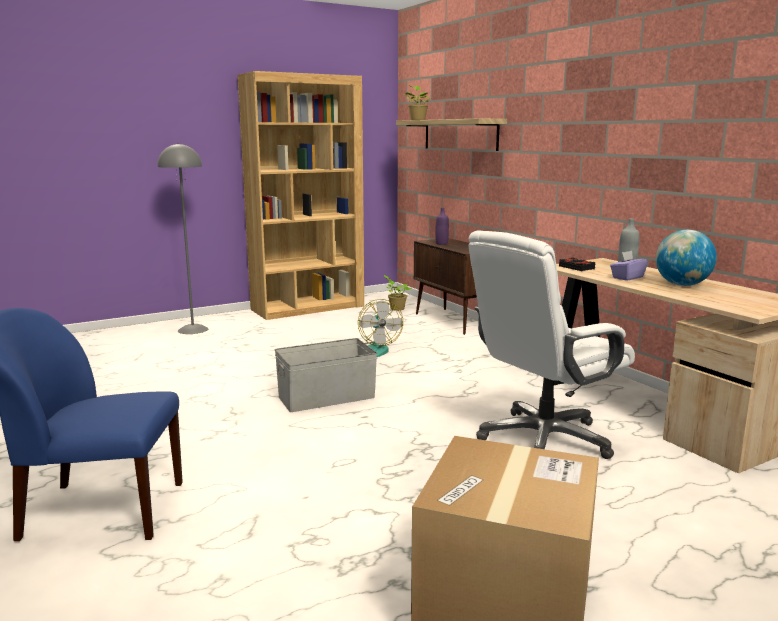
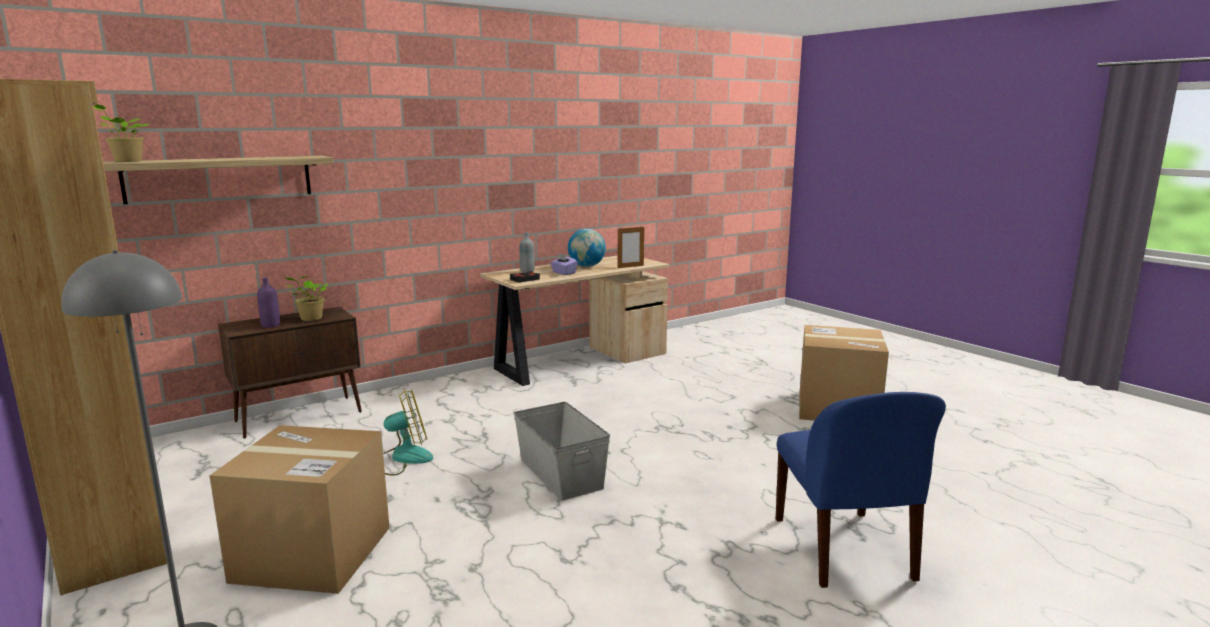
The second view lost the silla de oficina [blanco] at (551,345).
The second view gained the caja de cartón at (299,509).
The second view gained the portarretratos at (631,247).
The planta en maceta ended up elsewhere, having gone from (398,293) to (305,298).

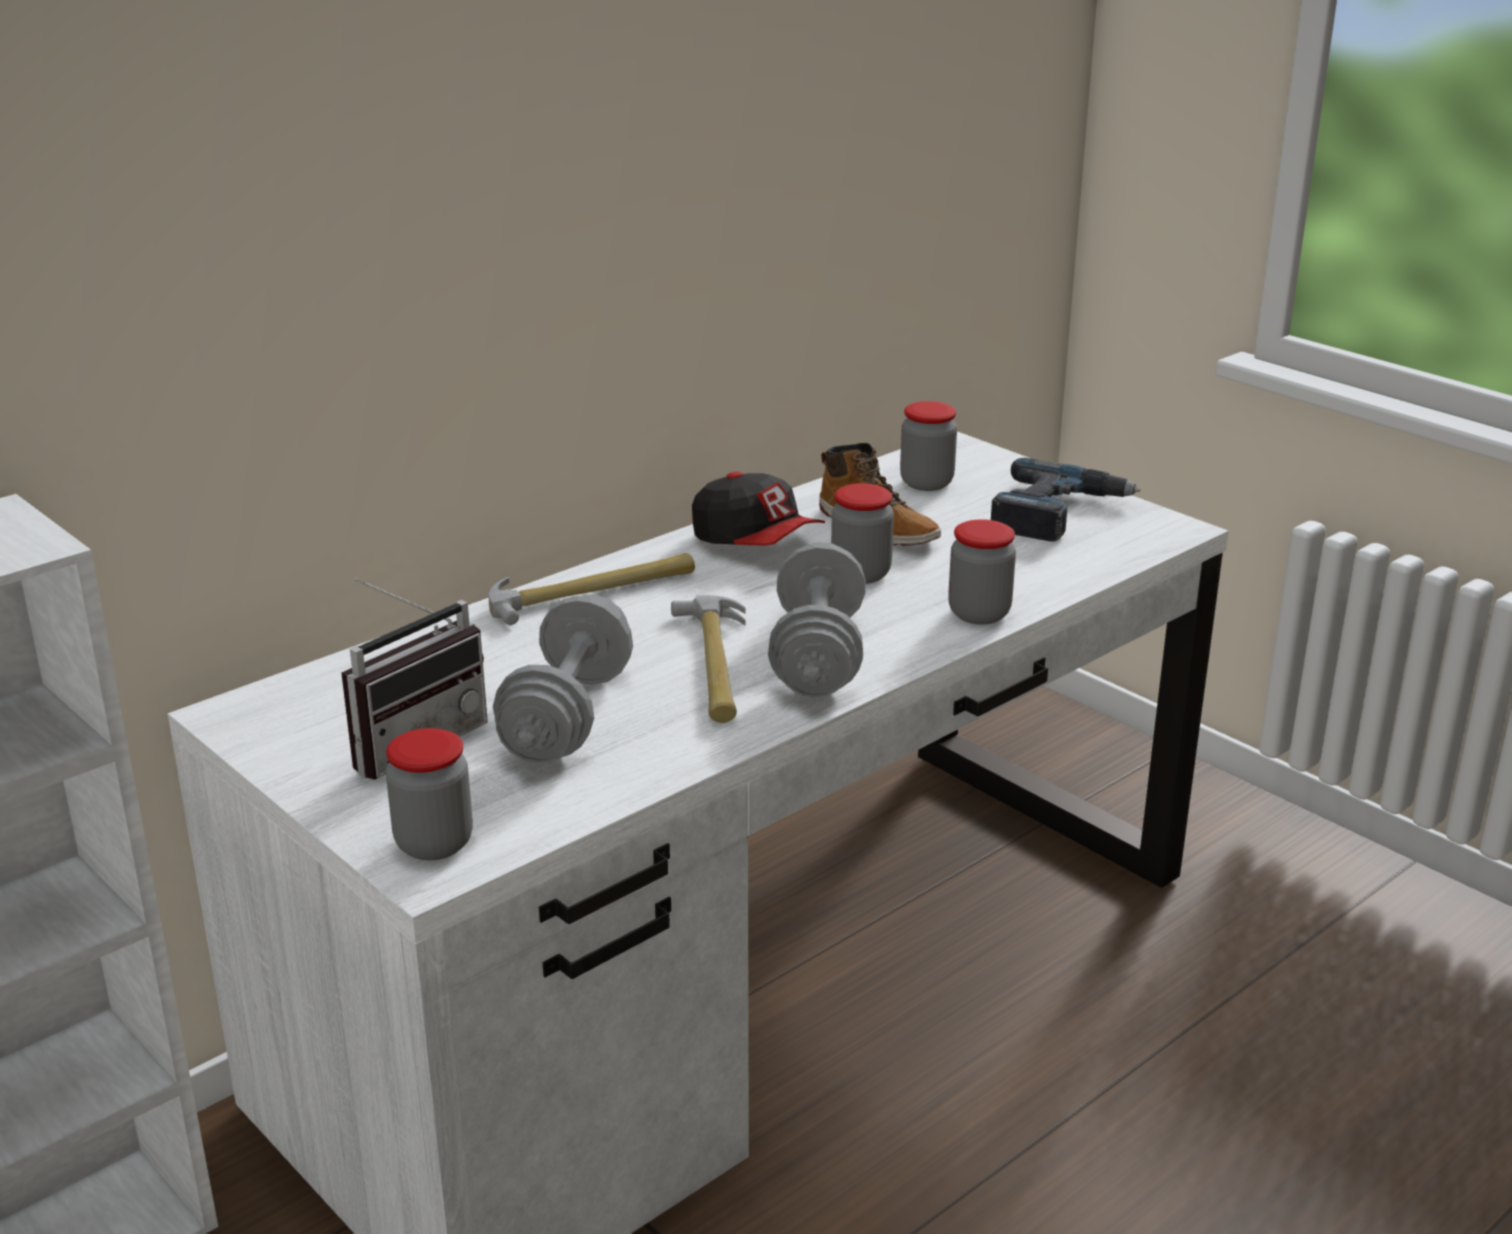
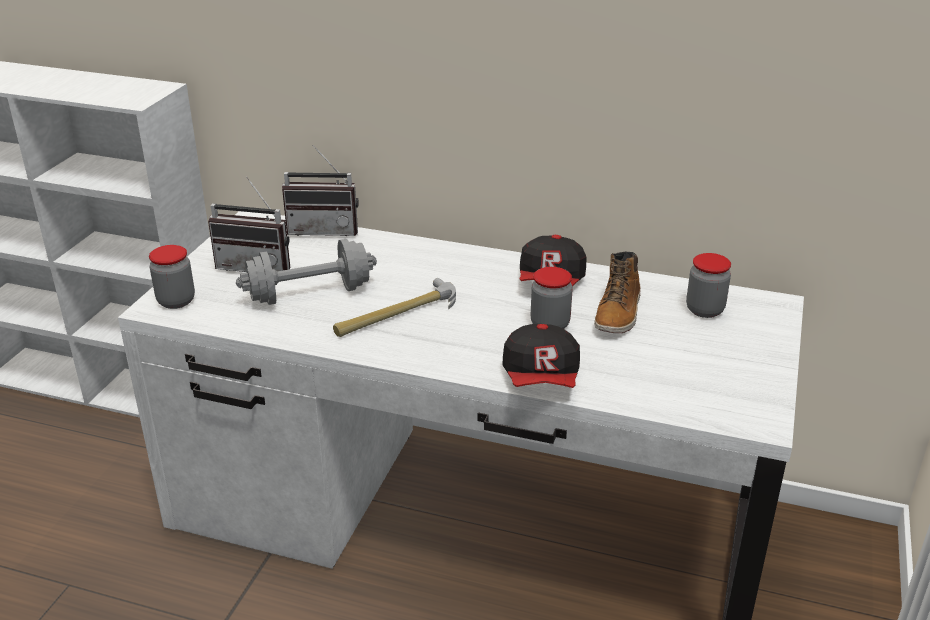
The second view lost the martillo at (592,589).
The second view lost the mancuerna [gris] at (817,619).
The second view lost the taladro at (1065,500).
The second view gained the radio at (320,190).
Where the tarro stood at (982,572), the gorra came to stand at (541,356).

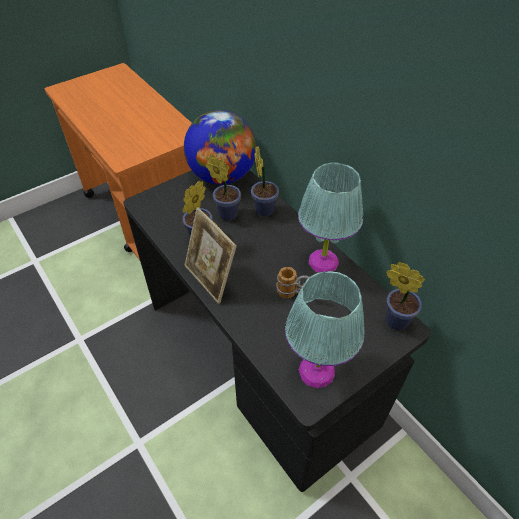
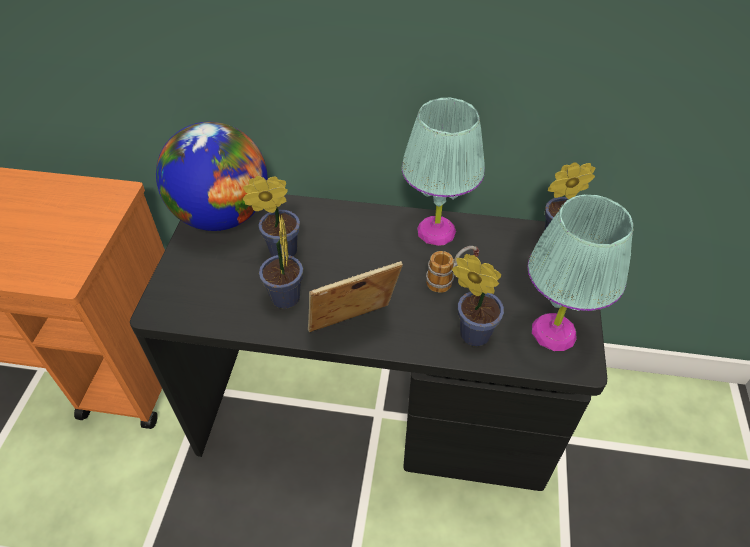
The planta en maceta ended up elsewhere, having gone from (265,181) to (478,300).
The portarretratos at (211,255) ended up facing another way, 150 degrees clockwise from before.

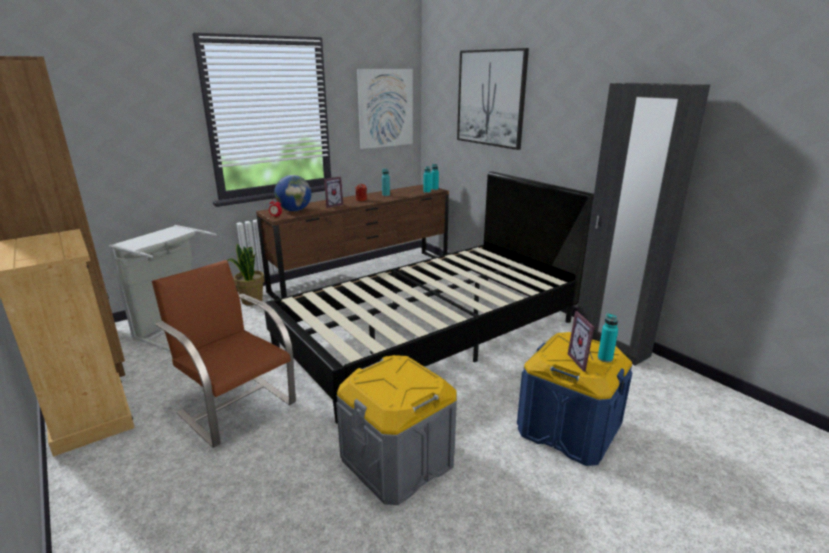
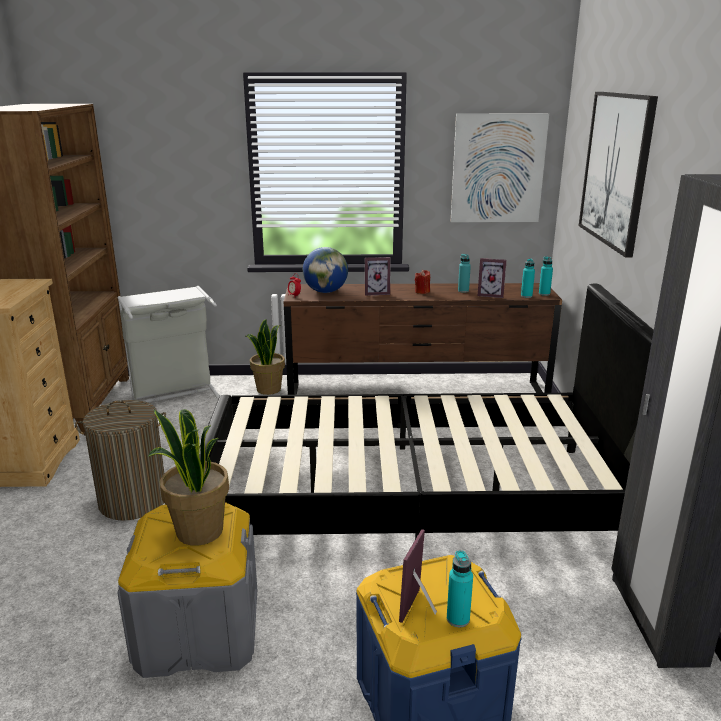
The second view gained the planta en maceta at (188,477).
The second view gained the portarretratos at (492,278).
Where the silla [marrón] stood at (224,354), the cesto de la ropa came to stand at (120,460).

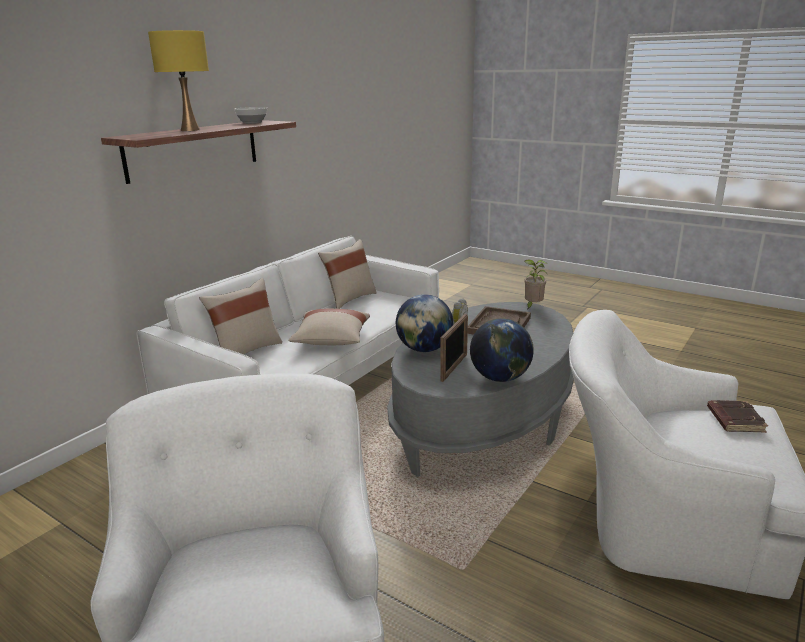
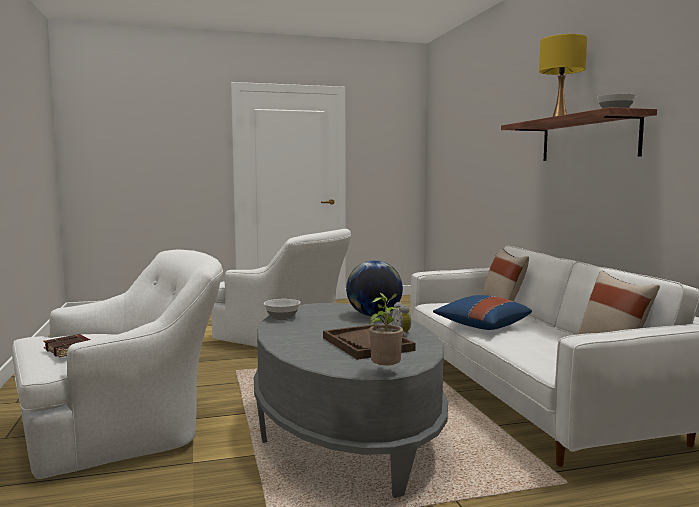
The second view lost the portarretratos at (454,348).
Where the globo terráqueo stood at (502,350), the cuenco came to stand at (282,309).
What was the cojín [beis] at (329,327) turned into the cojín [azul] at (482,312).

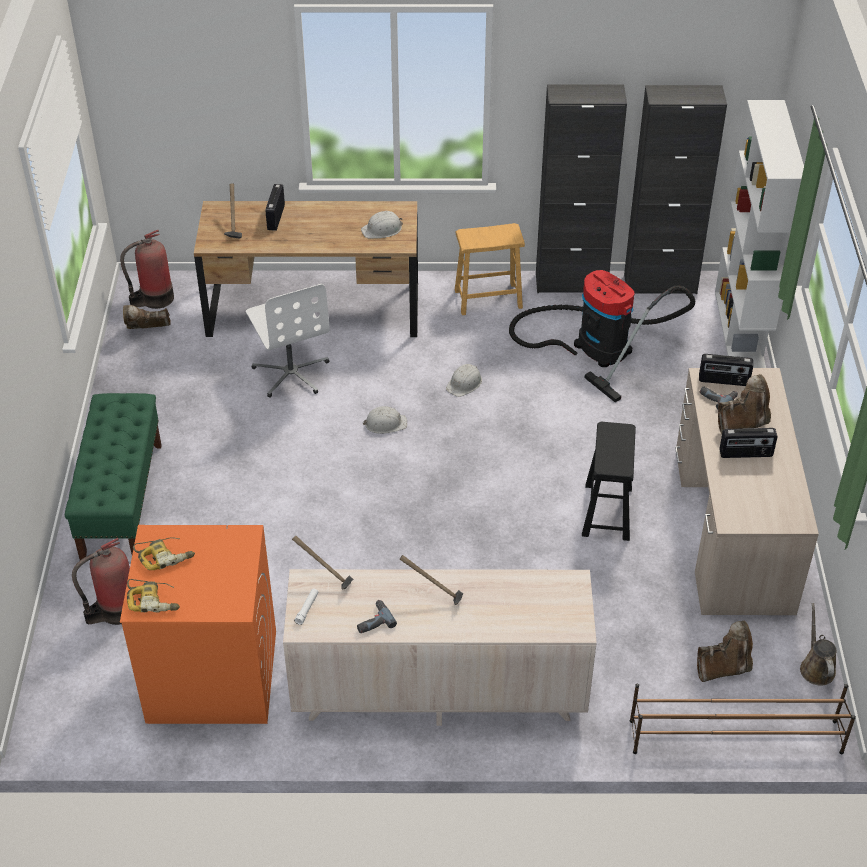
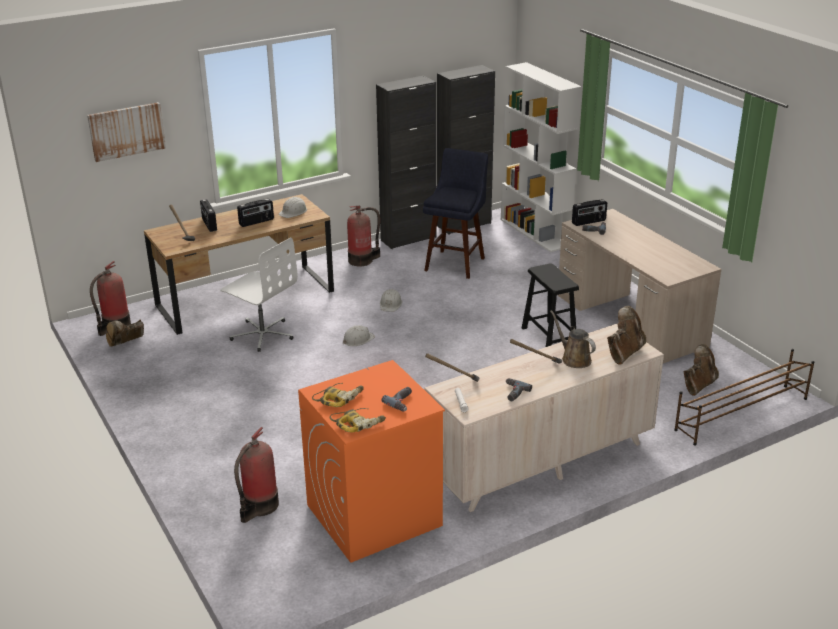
The second view lost the banco [verde] at (113,476).
The second view gained the cuadro at (126,132).
The second view gained the taladro at (397,399).
The bota [marrón] ended up elsewhere, having gone from (744,404) to (626,335).
The radio ended up elsewhere, having gone from (748,443) to (255,212).
The regadera [marrón] ended up elsewhere, having gone from (818,644) to (573,339).
Where the taburete [marrón] stood at (490,269), the extintor came to stand at (363,236).
Where the aspiradora stood at (602,336), the taburete [azul] came to stand at (455,213).

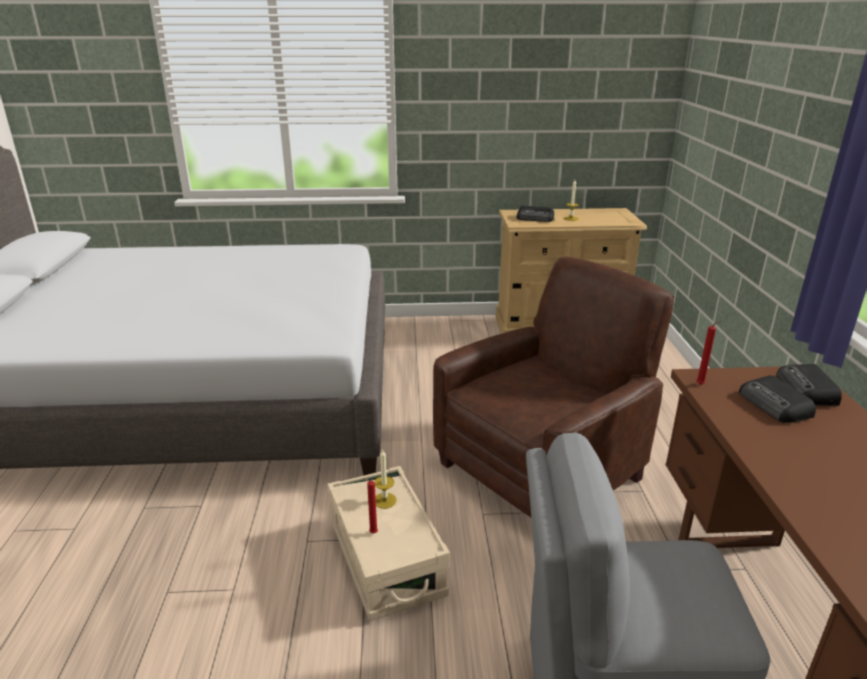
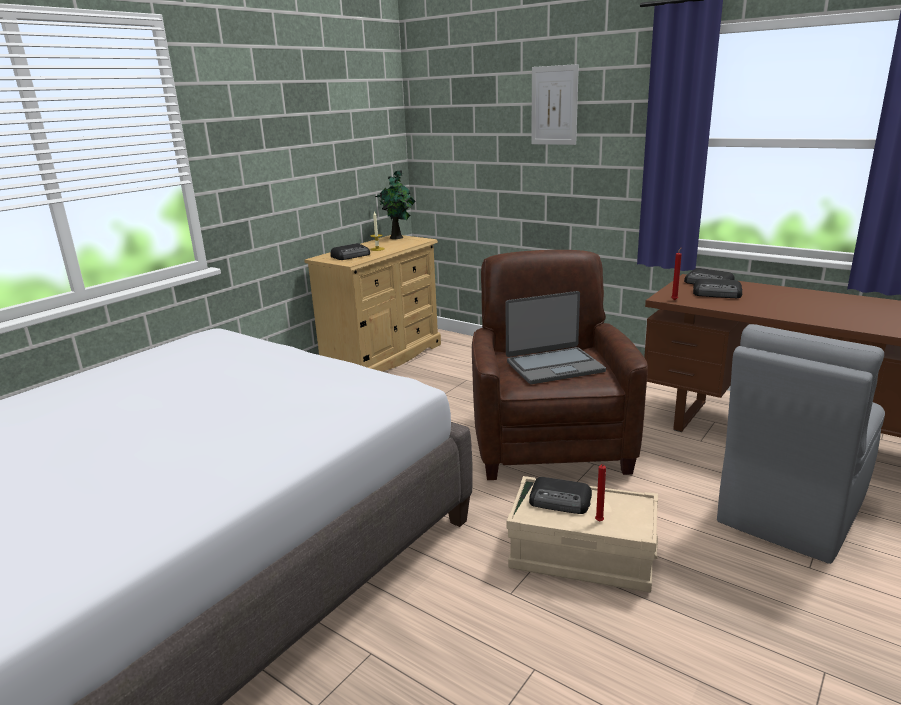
The second view gained the planta en maceta at (395,204).
The second view gained the portátil at (555,337).
The second view gained the cuadro at (555,104).
Where the vela stood at (385,479), the radio came to stand at (560,495).

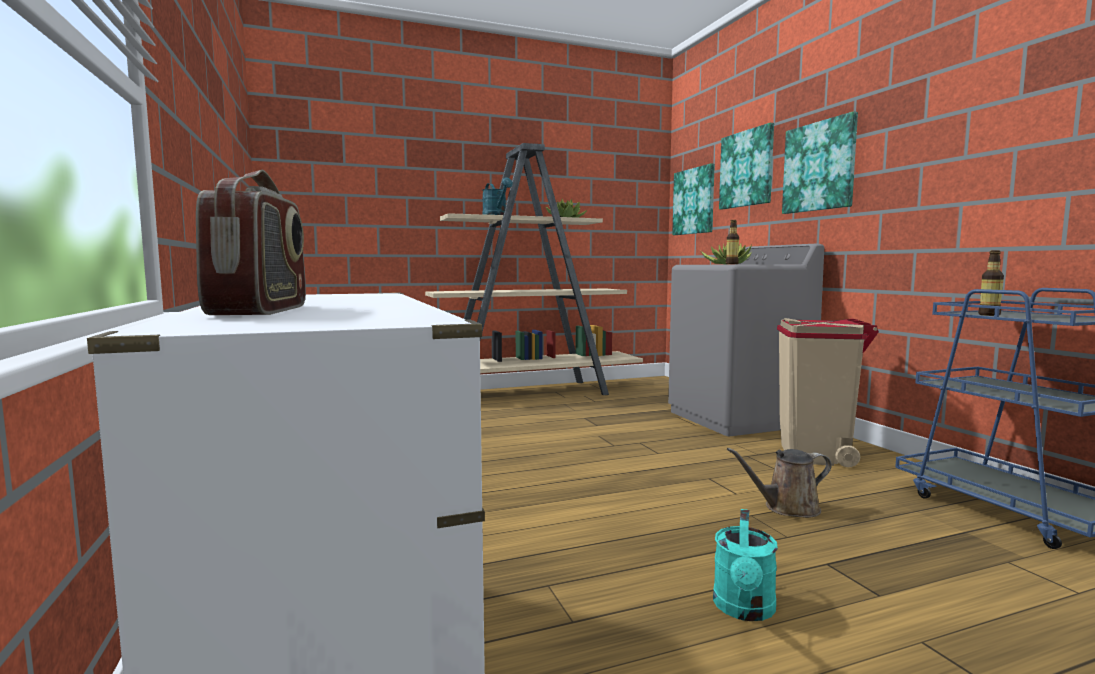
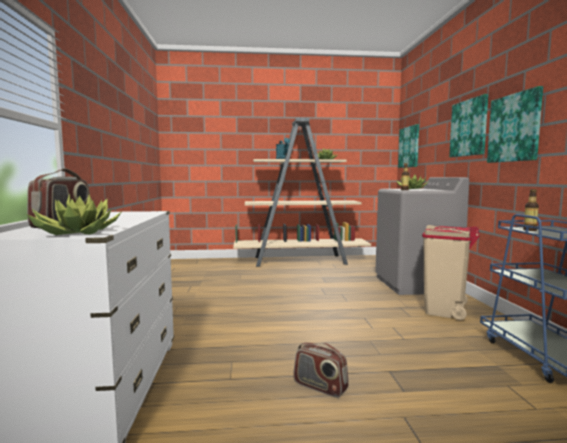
The second view lost the regadera [marrón] at (779,483).
The second view gained the planta en maceta at (74,214).
The cuadro ended up elsewhere, having gone from (746,166) to (515,124).
Where the regadera [turquesa] stood at (745,565), the radio came to stand at (321,370).

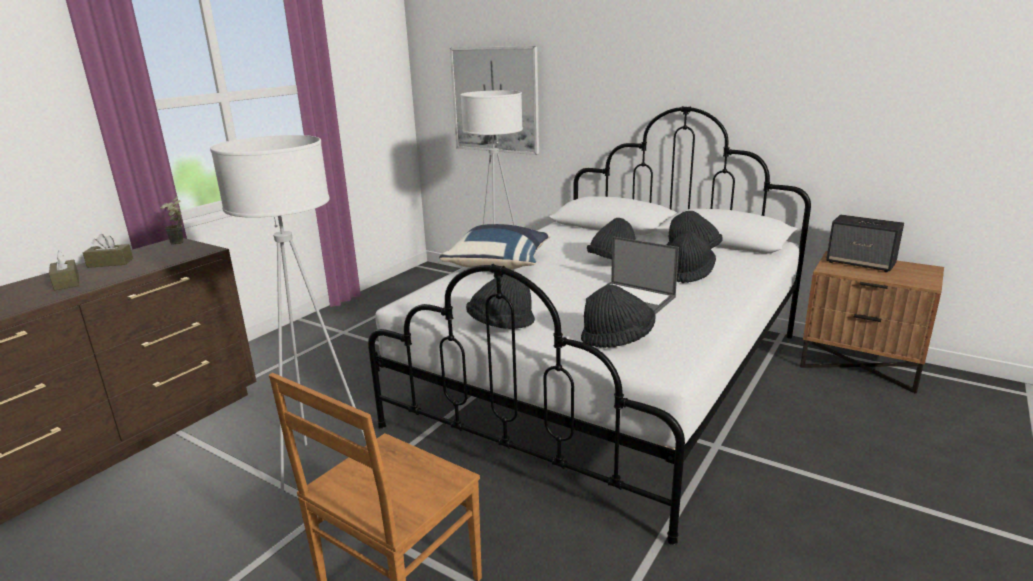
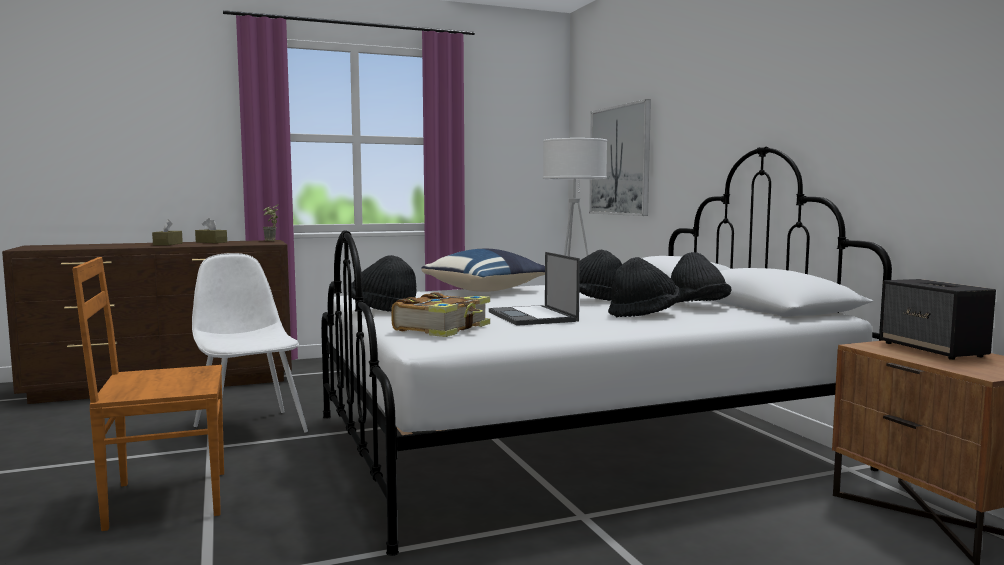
Where the lámpara de pie [blanco] stood at (288,318), the silla [blanco] came to stand at (250,343).
Where the sombrero [negro] stood at (618,316), the libro came to stand at (440,314).

